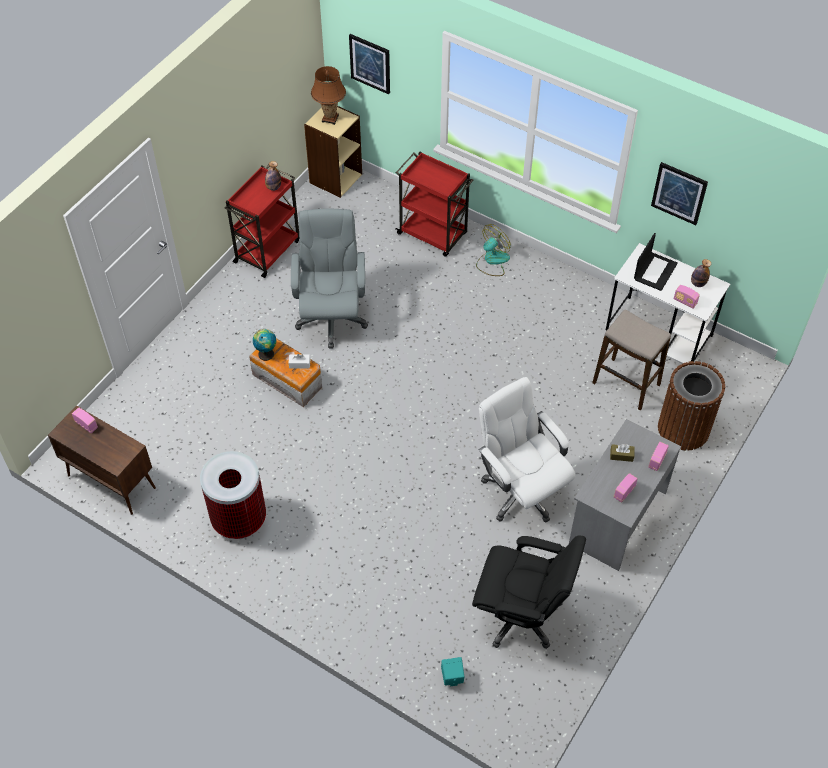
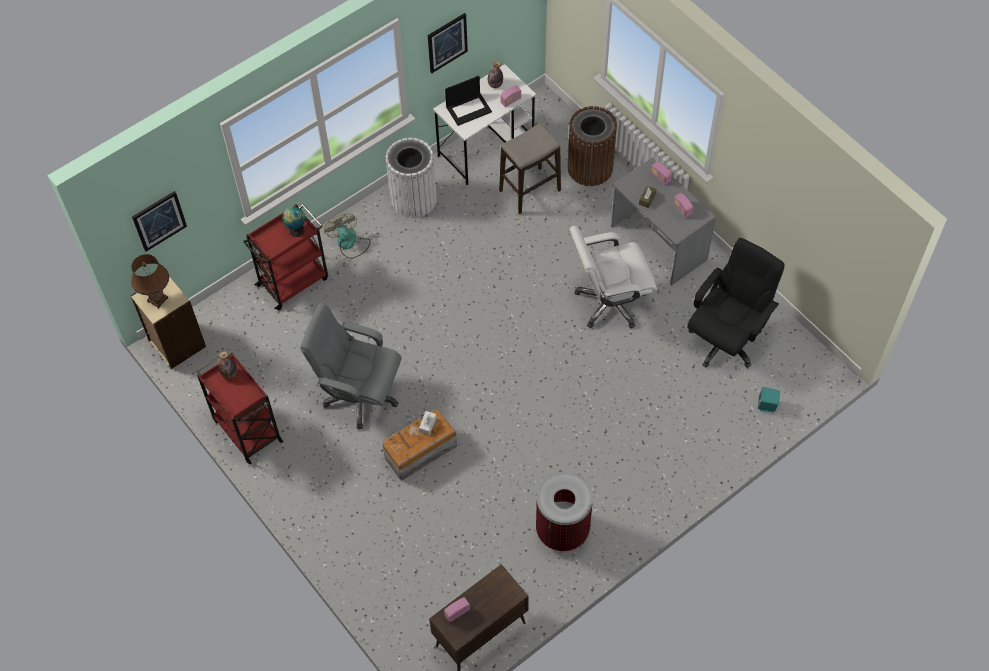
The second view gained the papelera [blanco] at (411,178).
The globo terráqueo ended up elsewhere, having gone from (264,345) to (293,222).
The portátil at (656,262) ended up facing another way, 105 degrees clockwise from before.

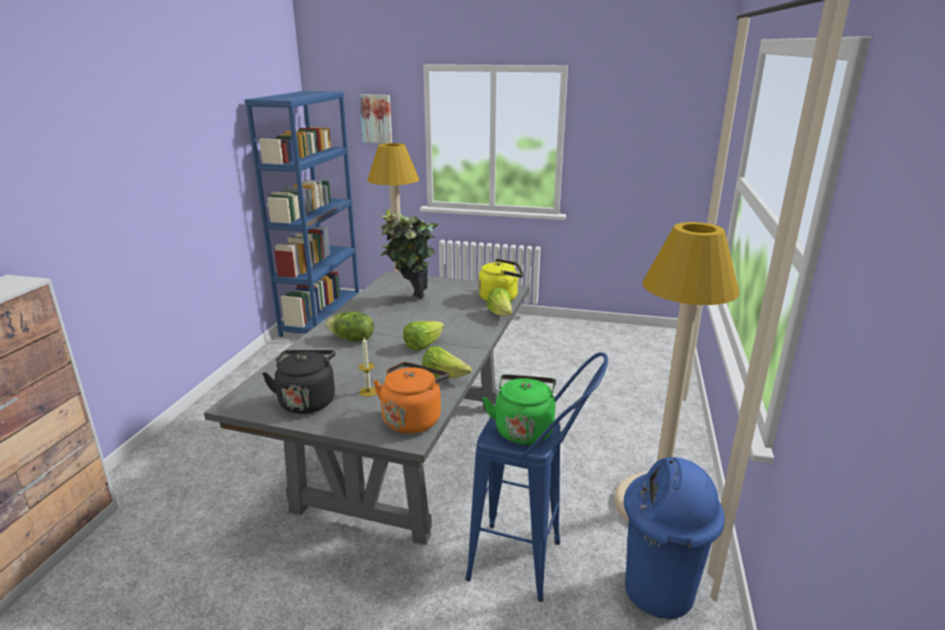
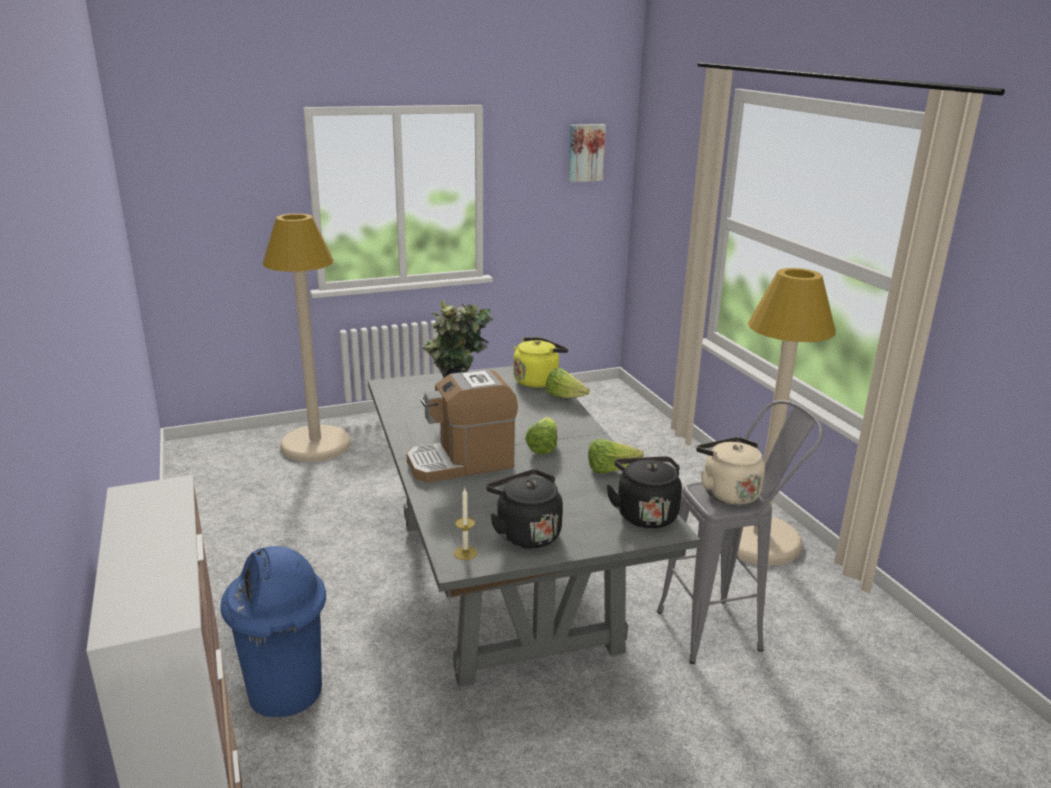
The second view lost the estantería [azul] at (302,214).
The vela ended up elsewhere, having gone from (367,367) to (465,524).
The cuadro ended up elsewhere, having gone from (375,118) to (587,153).
The papelera [azul] ended up elsewhere, having gone from (674,538) to (273,631).
Where the lechuga stood at (350,326), the cafetera came to stand at (462,425).
What was the hervidor [naranja] at (411,398) turned into the hervidor [negro] at (644,492).
What was the taburete [azul] at (537,477) turned into the taburete [gris] at (740,532).
What was the hervidor [verde] at (519,409) turned into the hervidor [beis] at (730,471).

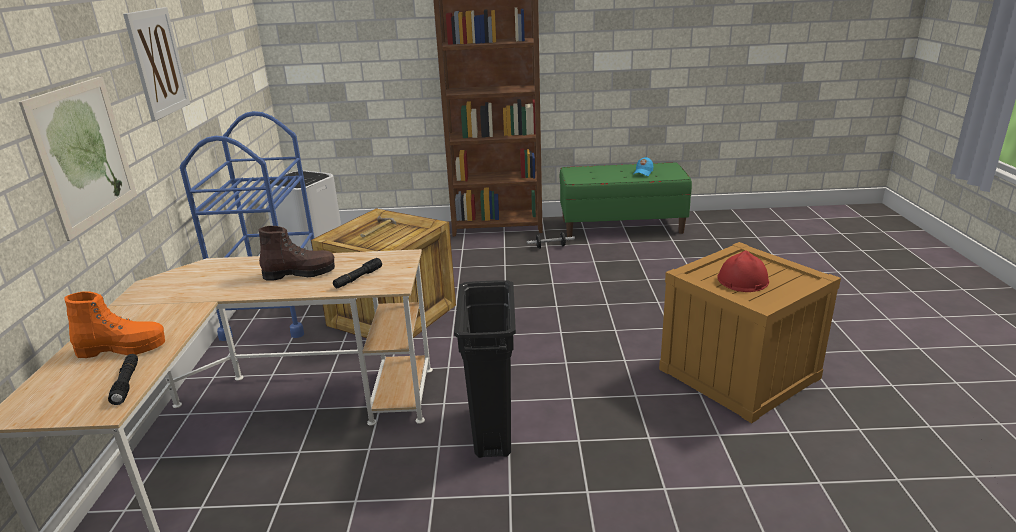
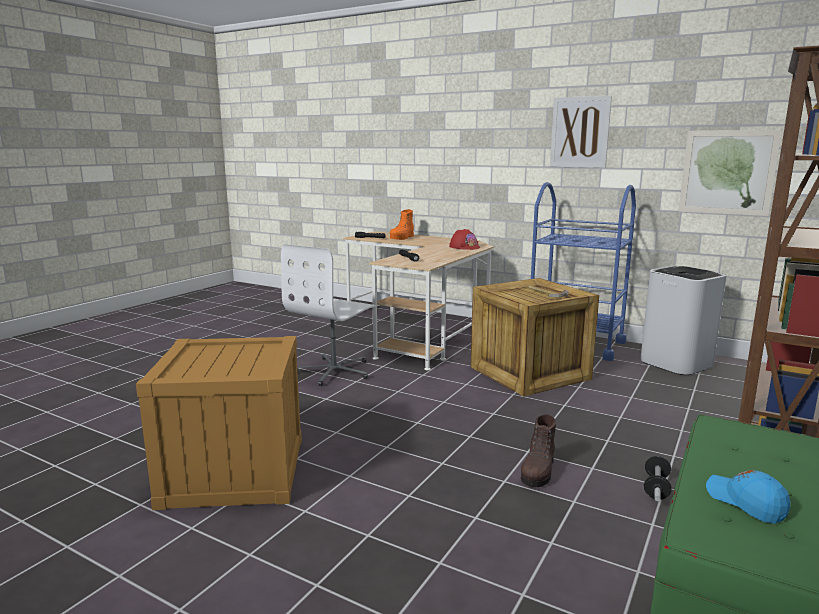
The cuadro ended up elsewhere, having gone from (78,158) to (730,173).
The bota [marrón] ended up elsewhere, having gone from (297,253) to (538,450).
The casco [rojo] ended up elsewhere, having gone from (743,271) to (464,239).
Where the papelera [negro] stood at (485,369), the silla de oficina [blanco] came to stand at (328,315).

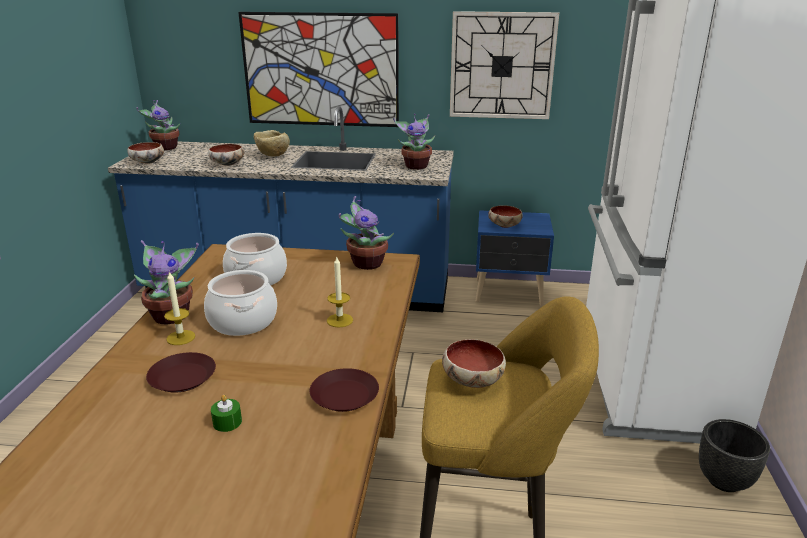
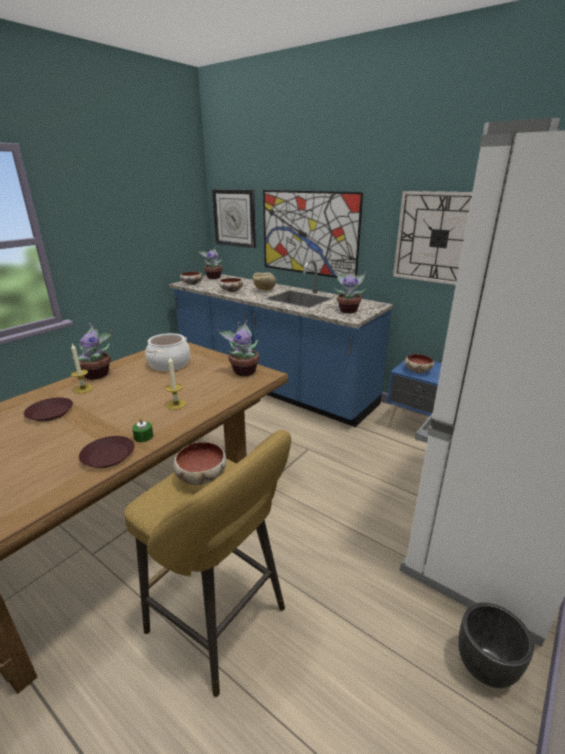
The second view lost the olla at (240,303).
The second view gained the reloj de pared at (234,218).
The vela [verde] ended up elsewhere, having gone from (226,413) to (142,430).

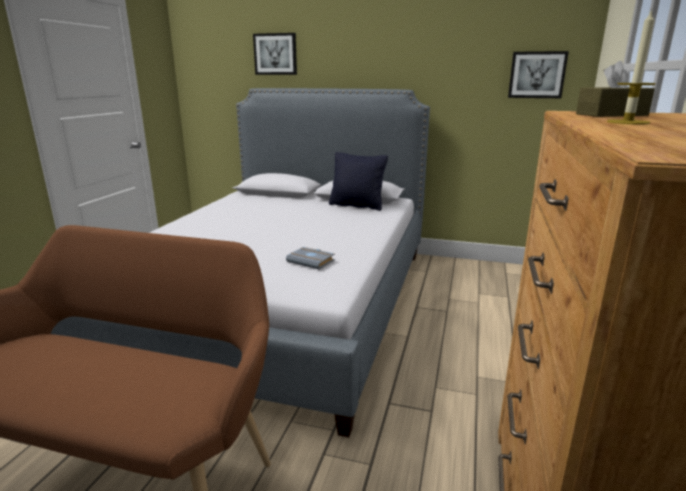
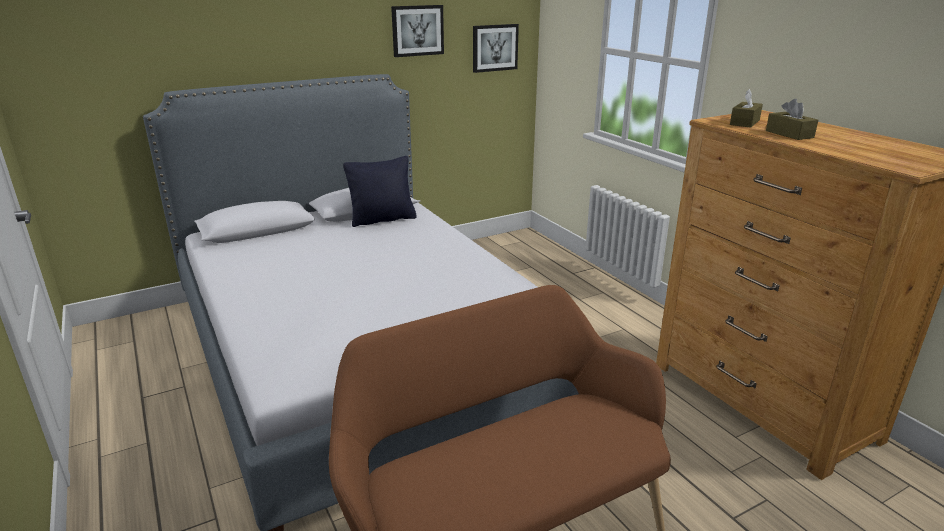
The second view lost the libro [gris] at (310,258).
The cuadro ended up elsewhere, having gone from (275,54) to (417,31).
Where the vela stood at (631,67), the caja de pañuelos [marrón] came to stand at (792,119).

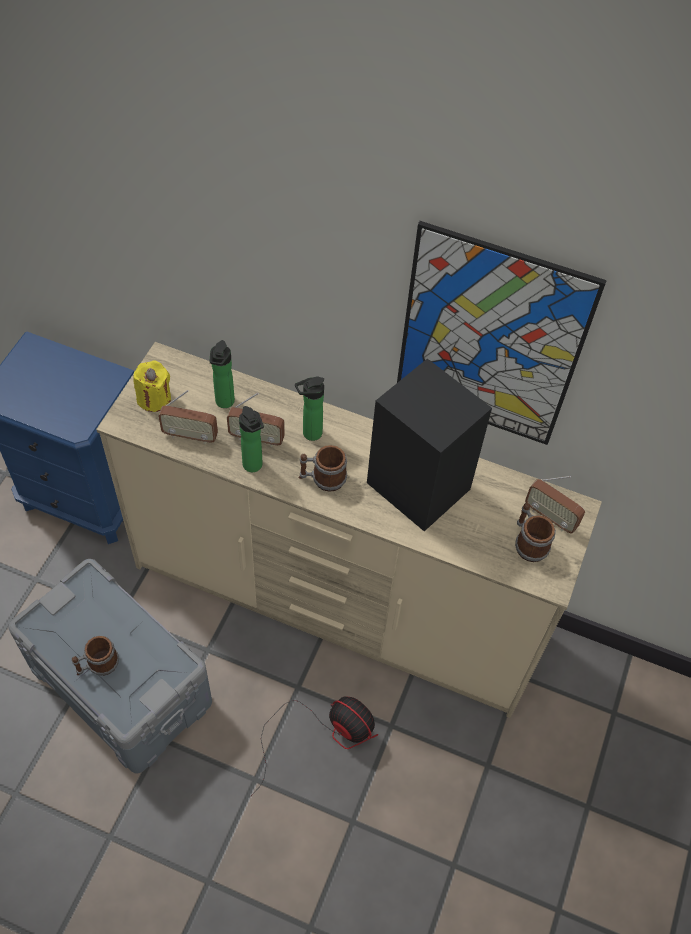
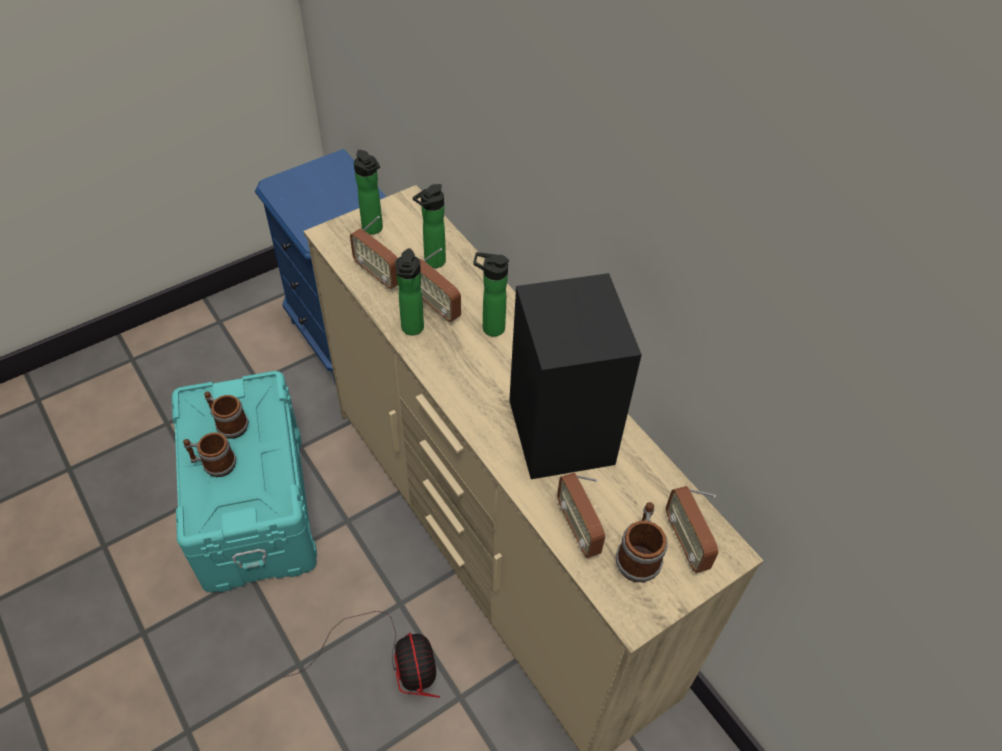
The second view lost the cuadro at (502,333).
The second view gained the radio at (581,515).
The taza grande ended up elsewhere, having gone from (323,468) to (226,415).
Where the vela [amarillo] stood at (152,386), the botella came to stand at (368,192).
What was the caja de almacenaje [gris] at (110,666) turned into the caja de almacenaje [turquesa] at (244,481).

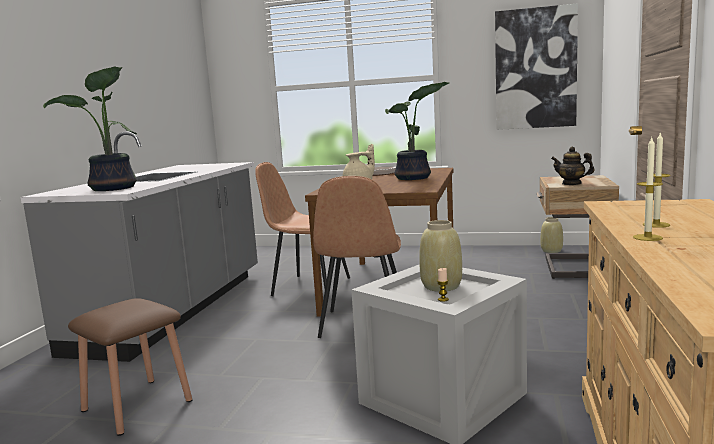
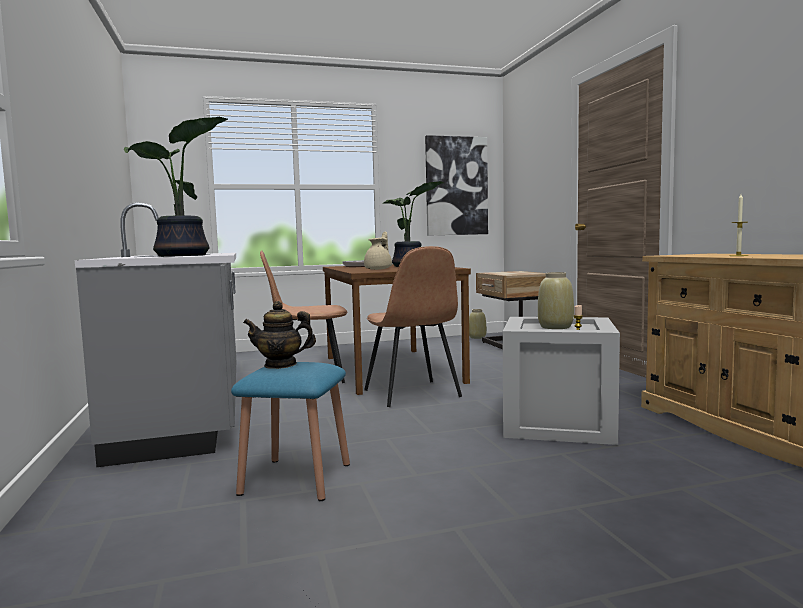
The second view lost the vela at (648,189).
The tetera ended up elsewhere, having gone from (573,166) to (279,335).
What was the taburete [marrón] at (130,367) turned into the taburete [azul] at (290,431).

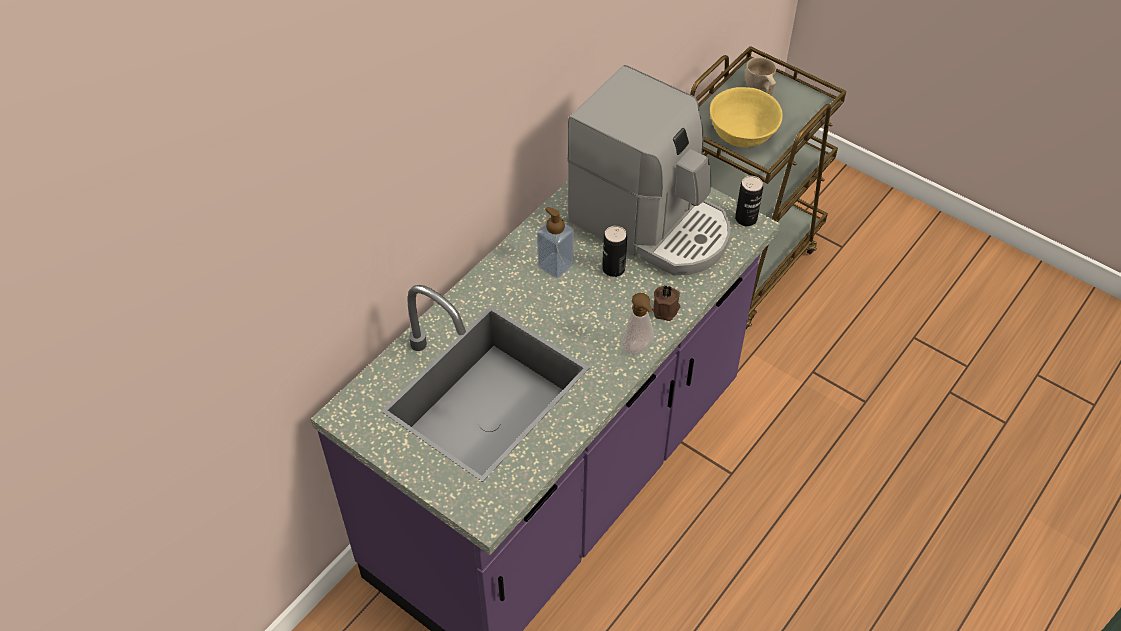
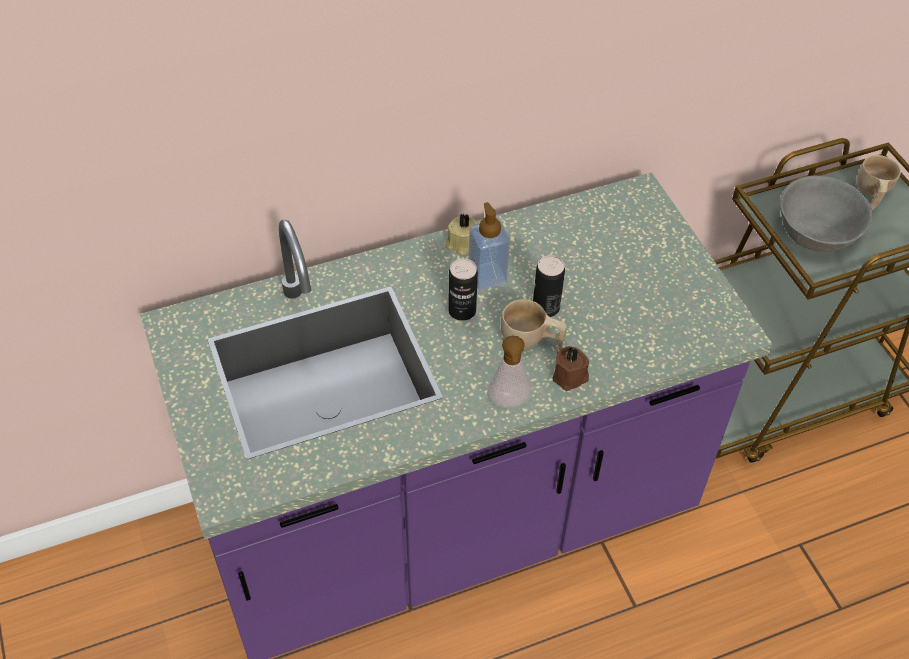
The second view lost the cafetera at (648,170).
The second view gained the vela [beis] at (461,234).
The second view gained the taza [beis] at (534,325).
The lata ended up elsewhere, having gone from (749,201) to (463,290).
What was the cuenco [amarillo] at (746,117) turned into the cuenco [gris] at (826,213).

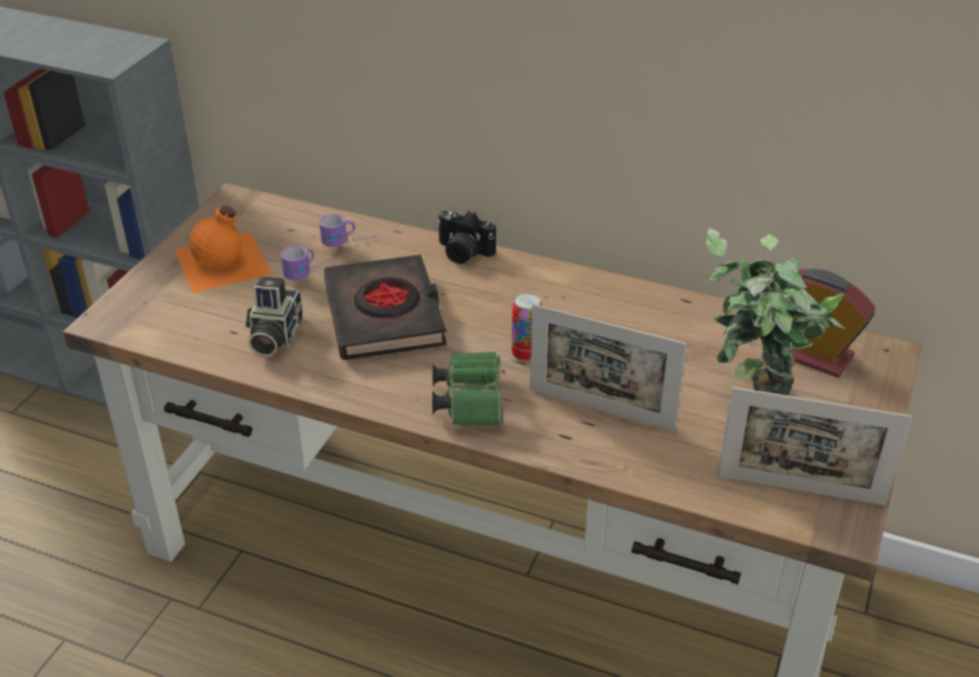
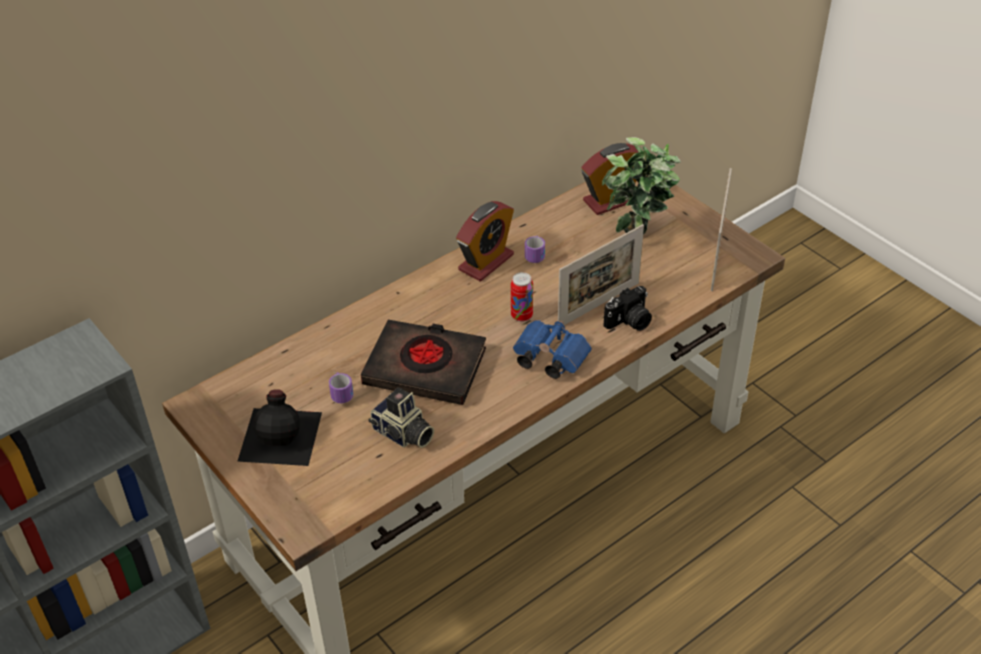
The second view gained the despertador at (485,241).
The taza grande ended up elsewhere, having gone from (348,230) to (535,249).
The cámara ended up elsewhere, having gone from (466,237) to (627,308).
What was the botella [naranja] at (223,249) turned into the botella [negro] at (279,427).
What was the prismáticos [verde] at (468,388) turned into the prismáticos [azul] at (552,349).
The portarretratos at (814,446) ended up facing another way, 150 degrees clockwise from before.

